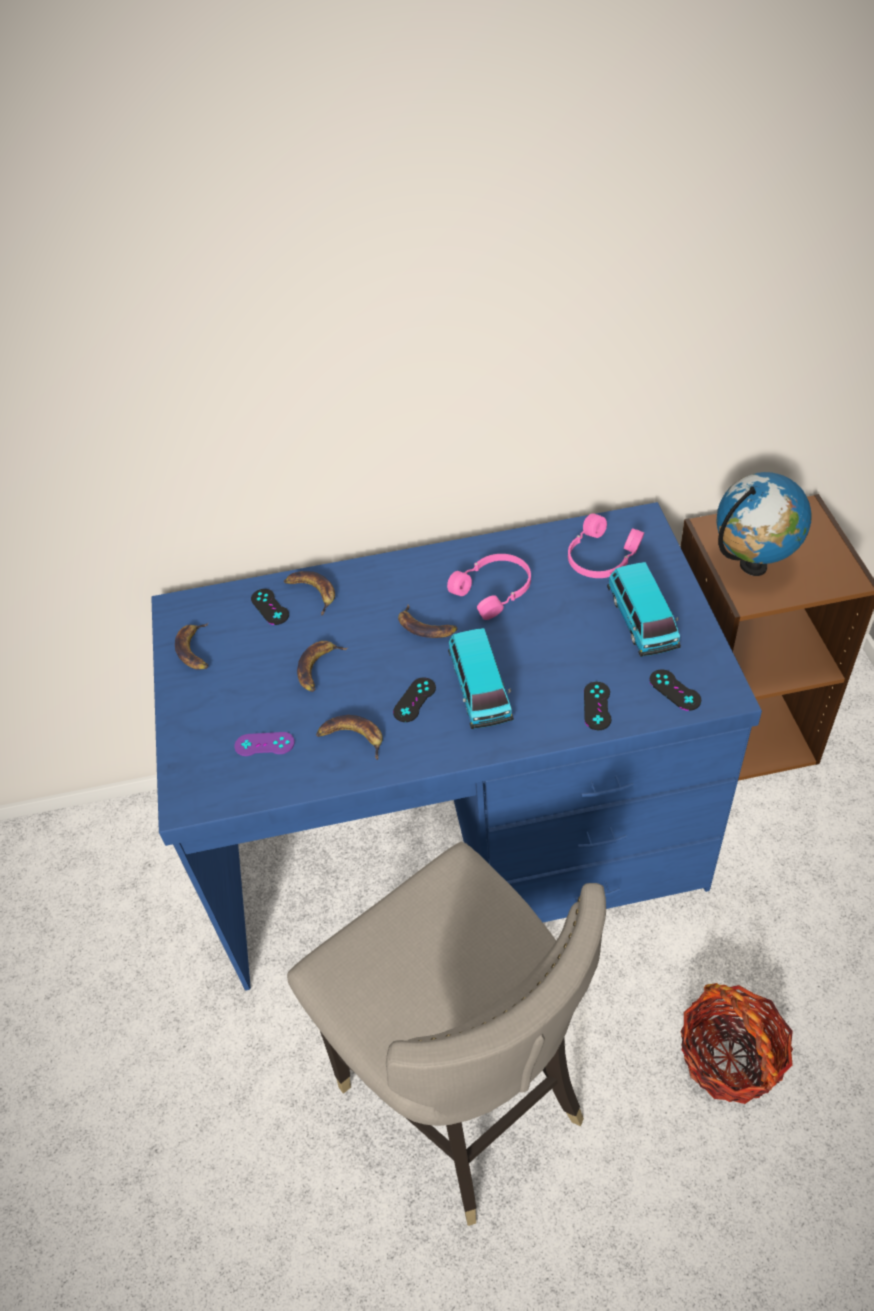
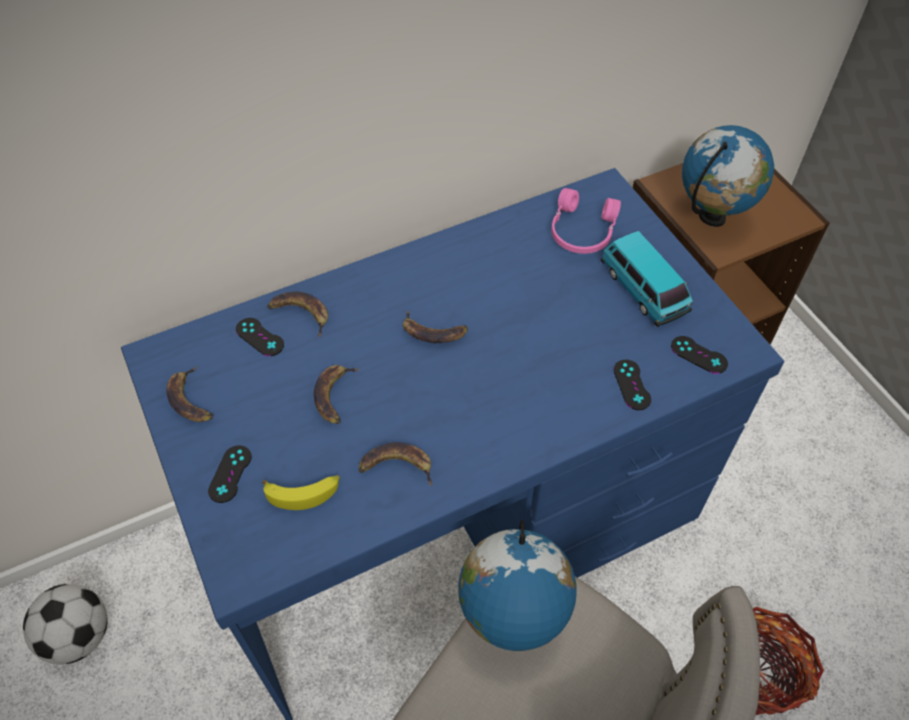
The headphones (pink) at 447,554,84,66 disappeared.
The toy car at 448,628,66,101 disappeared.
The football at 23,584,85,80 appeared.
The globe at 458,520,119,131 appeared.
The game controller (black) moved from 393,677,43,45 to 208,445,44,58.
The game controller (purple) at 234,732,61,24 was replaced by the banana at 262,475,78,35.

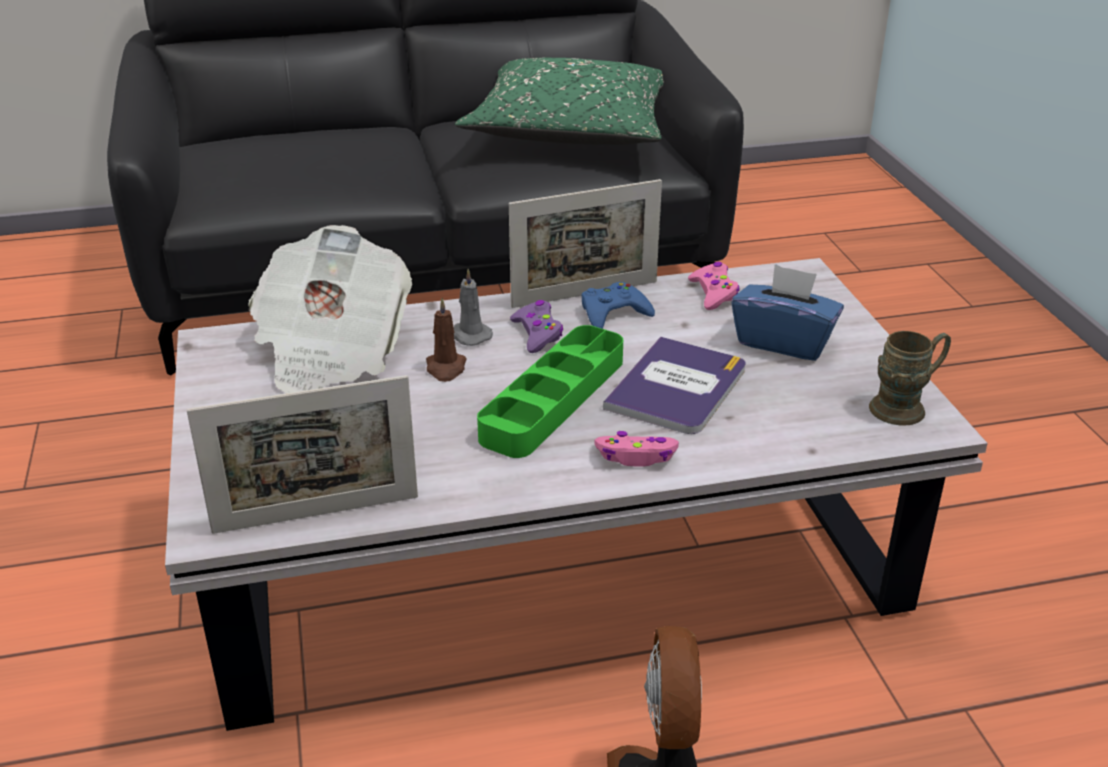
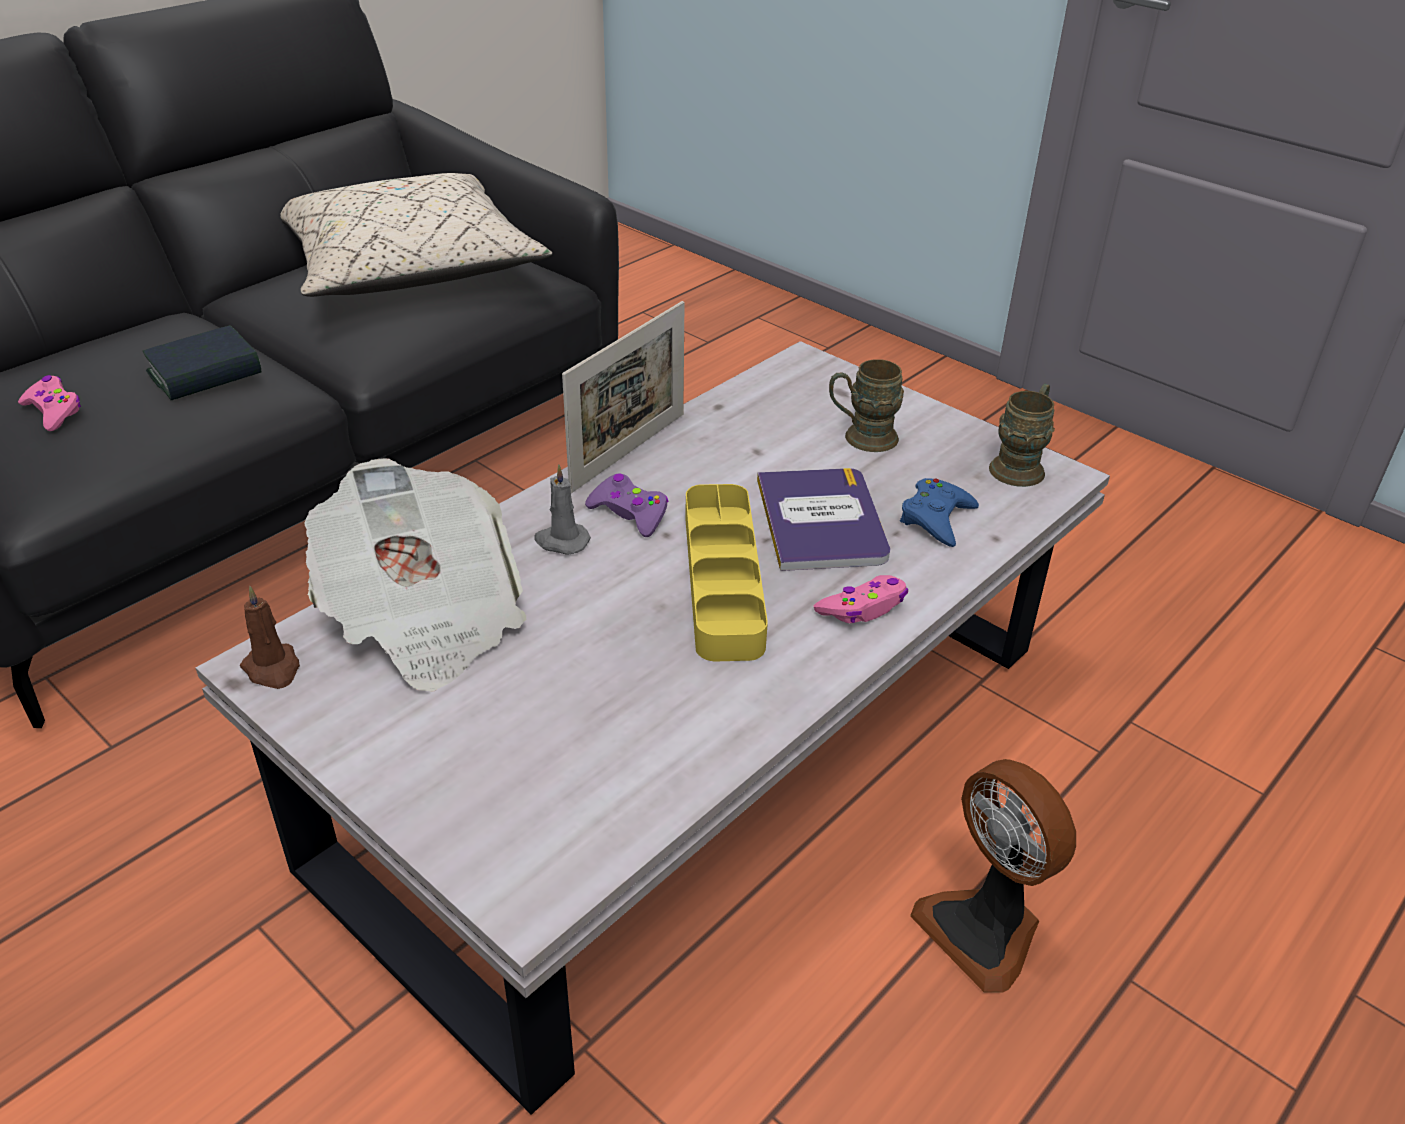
The picture frame at 187,375,231,159 disappeared.
The book at 143,325,118,75 appeared.
The candle (brown) moved from 426,298,41,84 to 240,586,60,103.
The game controller (blue) moved from 582,282,73,47 to 900,478,79,69.
The game controller (pink) moved from 688,262,52,48 to 18,375,63,56.
The tissue box (blue) at 731,264,113,97 was replaced by the mug (brown) at 829,359,75,93.
The pillow (green) at 455,58,208,87 became the pillow (beige) at 280,173,272,124.
The tray (green) at 477,325,146,133 became the tray (yellow) at 685,484,83,177.

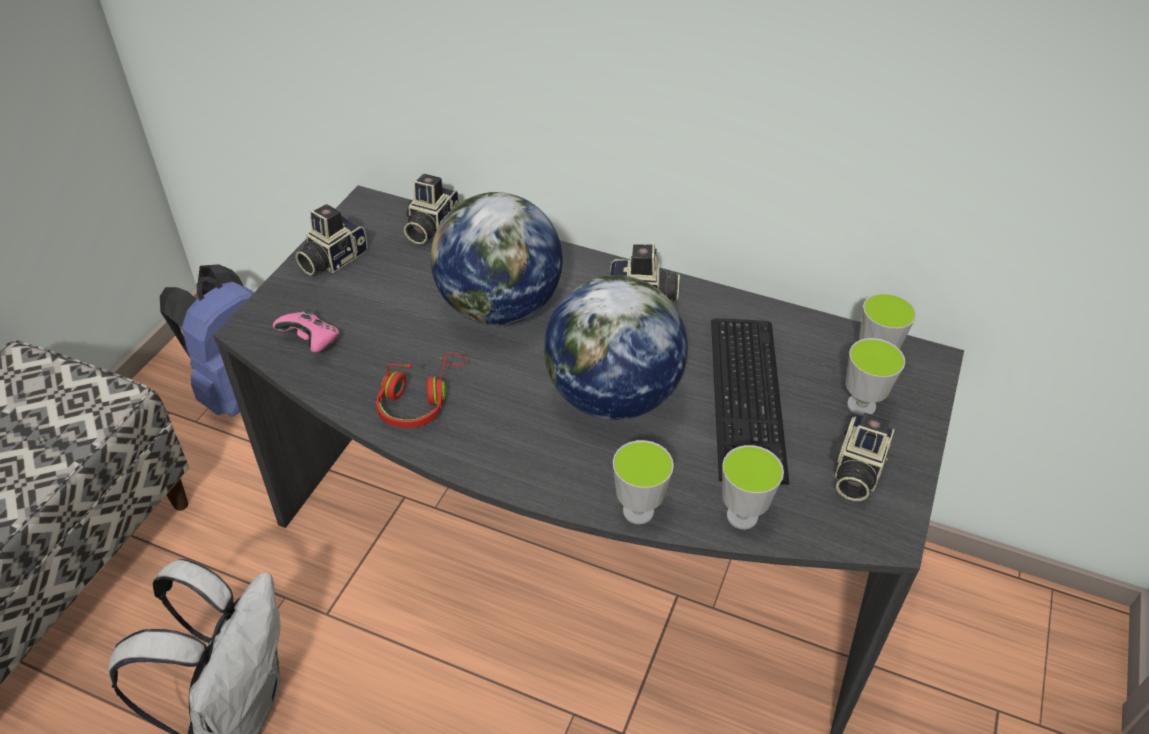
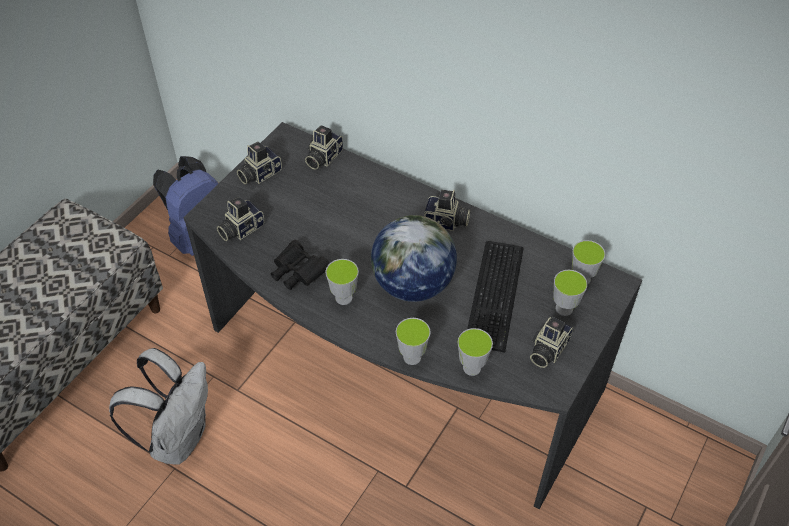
The globe at 431,192,132,134 disappeared.
The cup at 325,259,34,46 appeared.
The game controller (pink) at 273,309,67,44 was replaced by the photo camera at 217,196,47,45.
The headphones (red) at 376,352,89,76 was replaced by the binoculars (black) at 271,240,59,50.

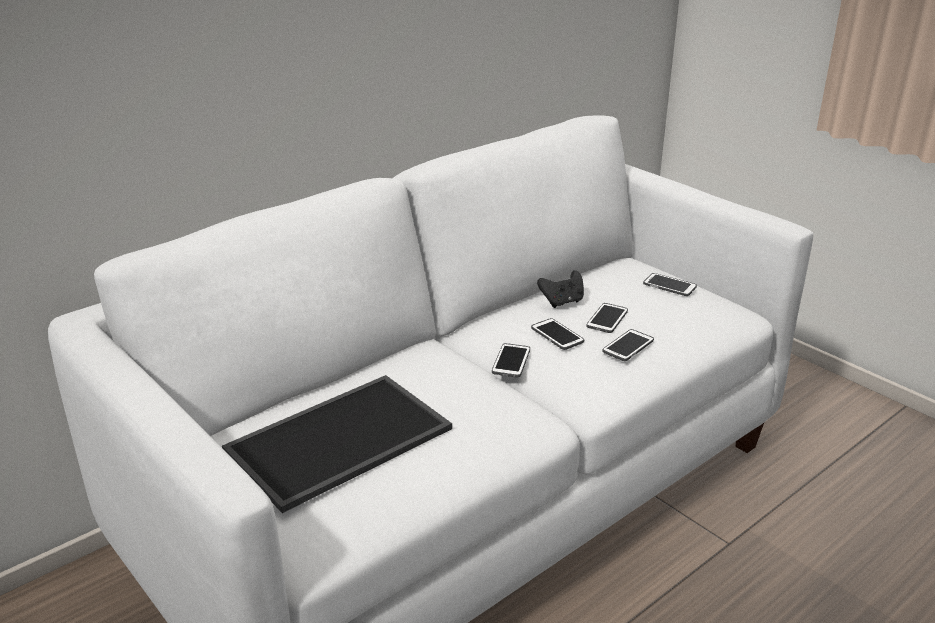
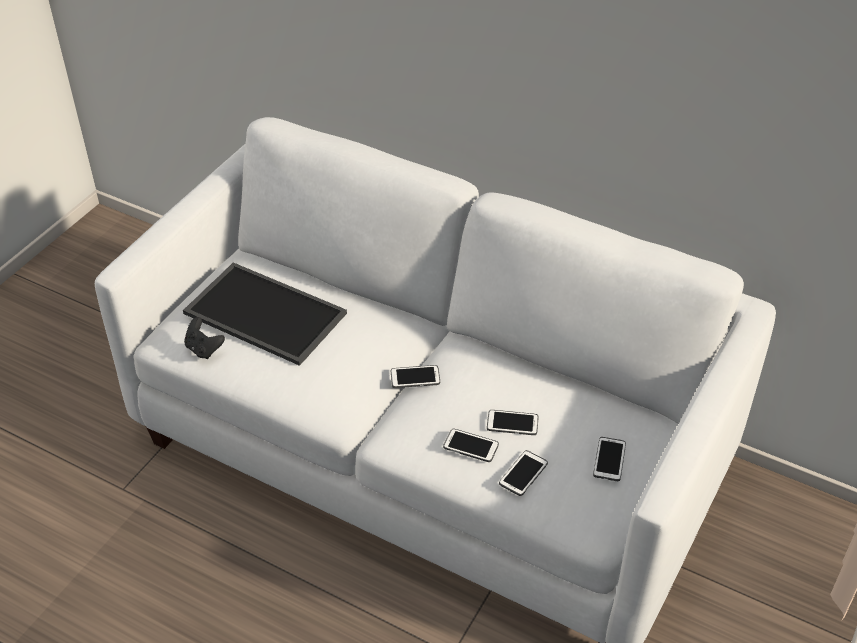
The phone moved from 531,318,53,32 to 499,450,49,46.
The game controller (black) moved from 537,270,47,38 to 184,317,41,42.

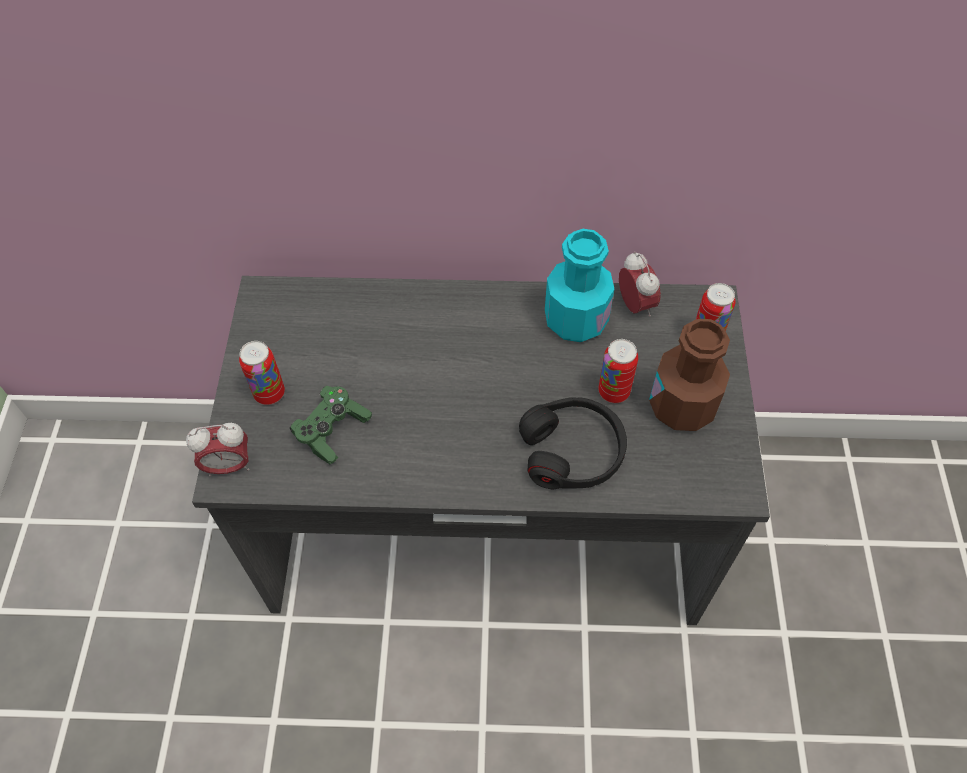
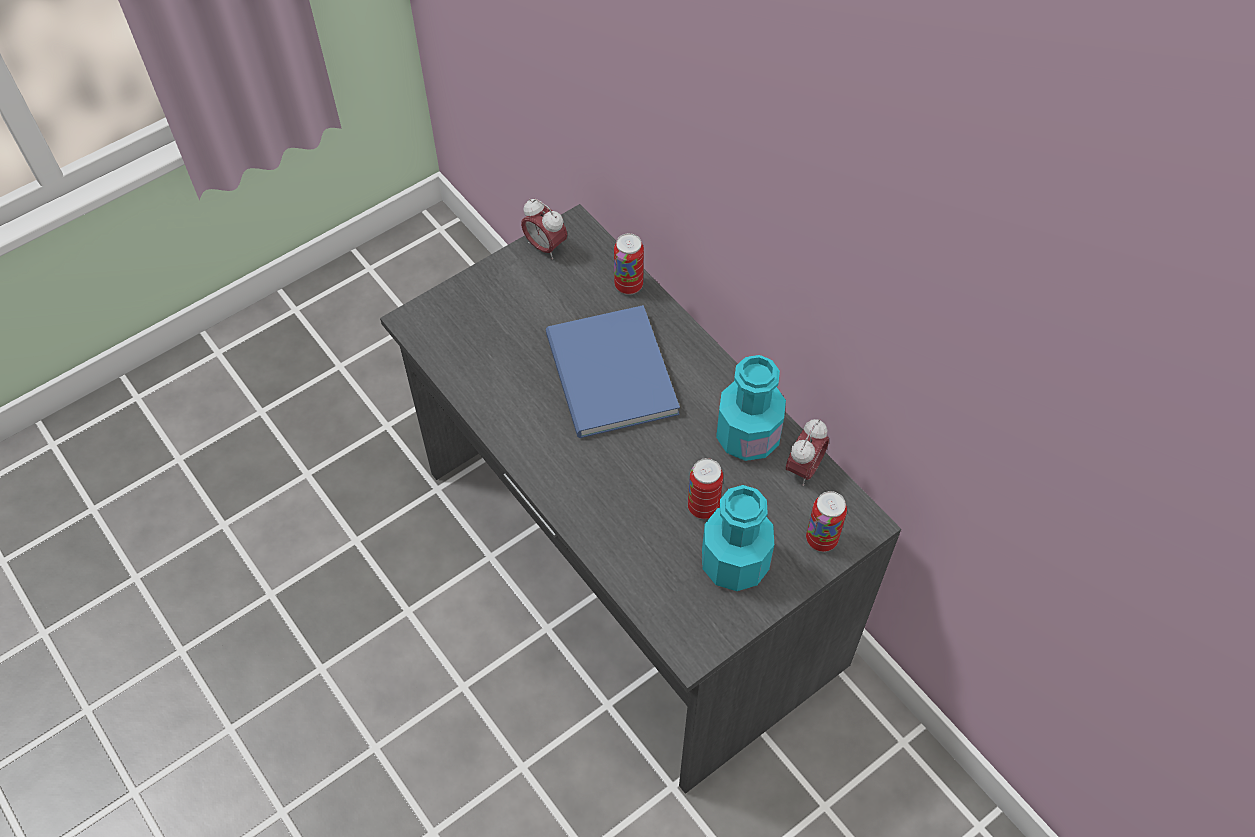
The game controller (green) at 290,386,82,78 disappeared.
The headphones (black) at 519,397,108,92 disappeared.
The book (blue) at 546,305,134,133 appeared.
The alarm clock moved from 186,423,63,54 to 521,199,46,61.
The can moved from 239,341,46,64 to 614,233,30,62.
The bottle (brown) at 649,319,81,112 became the bottle (turquoise) at 702,485,72,106.

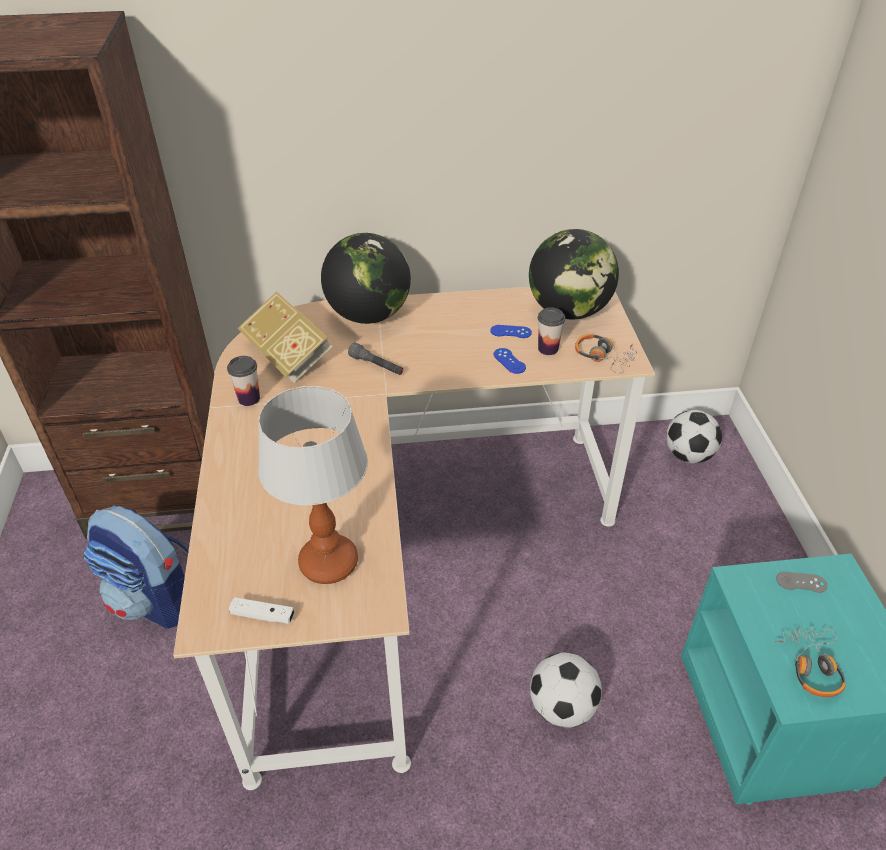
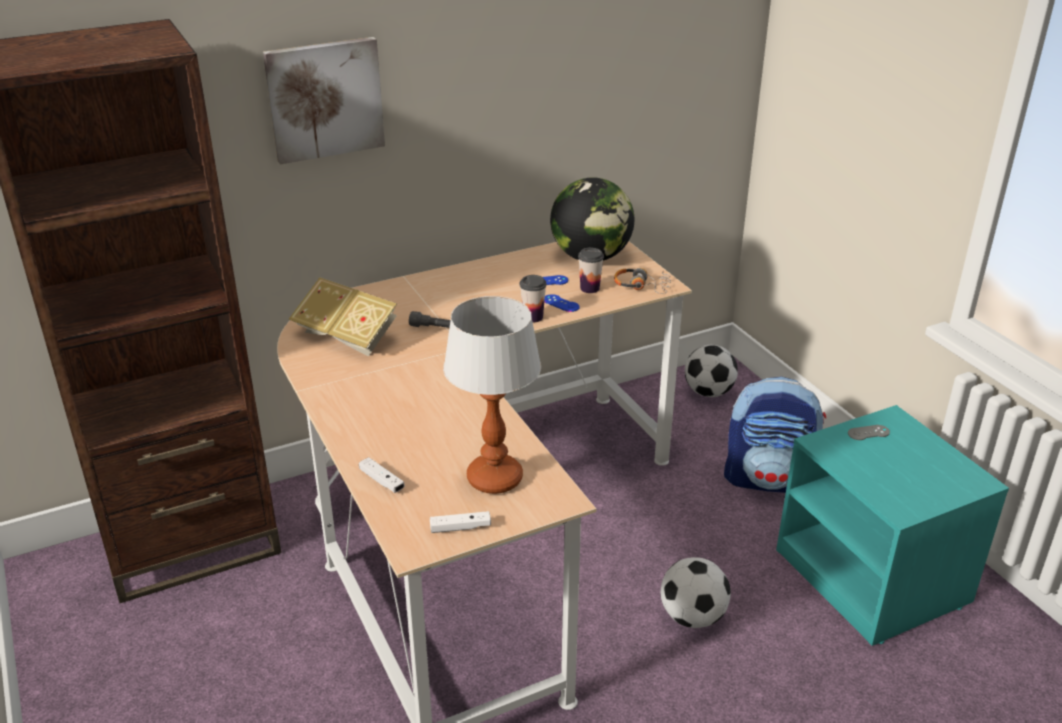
The globe at 321,233,90,91 disappeared.
The headphones at 775,627,71,70 disappeared.
The picture at 263,37,122,128 appeared.
The game controller (white) at 359,457,46,36 appeared.
The backpack moved from 84,505,105,124 to 724,377,102,116.
The cup moved from 227,356,33,50 to 520,275,27,48.

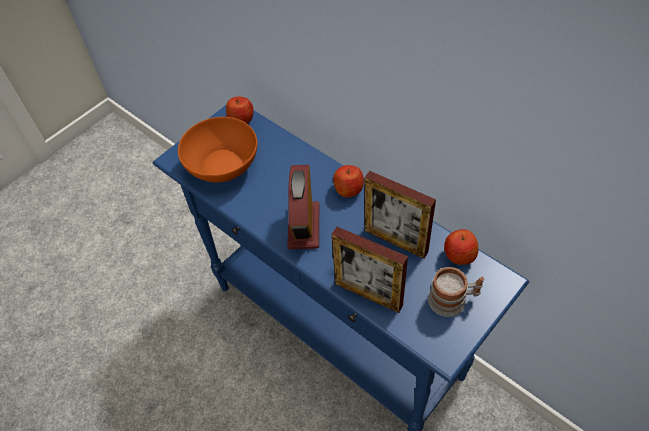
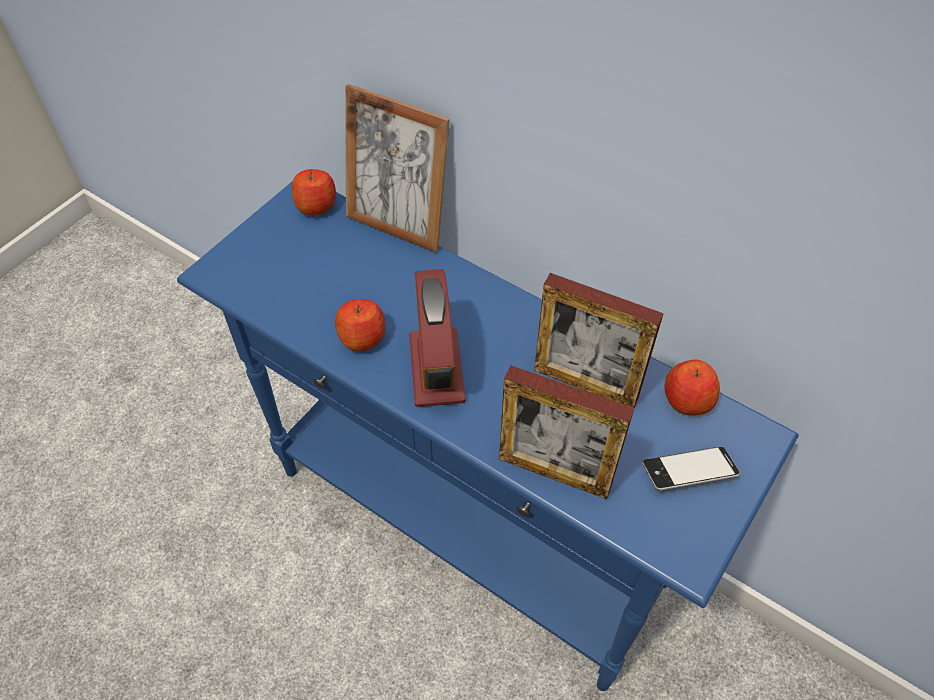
The bowl (orange) at 178,117,79,66 disappeared.
The picture frame at 345,84,105,169 appeared.
The apple moved from 333,165,31,32 to 335,299,50,53.
The mug at 428,267,56,50 was replaced by the phone at 643,446,97,45.

